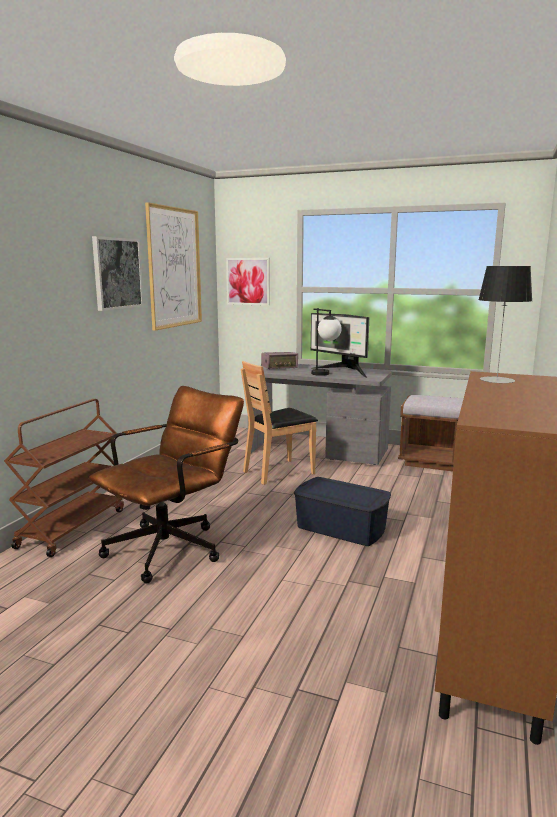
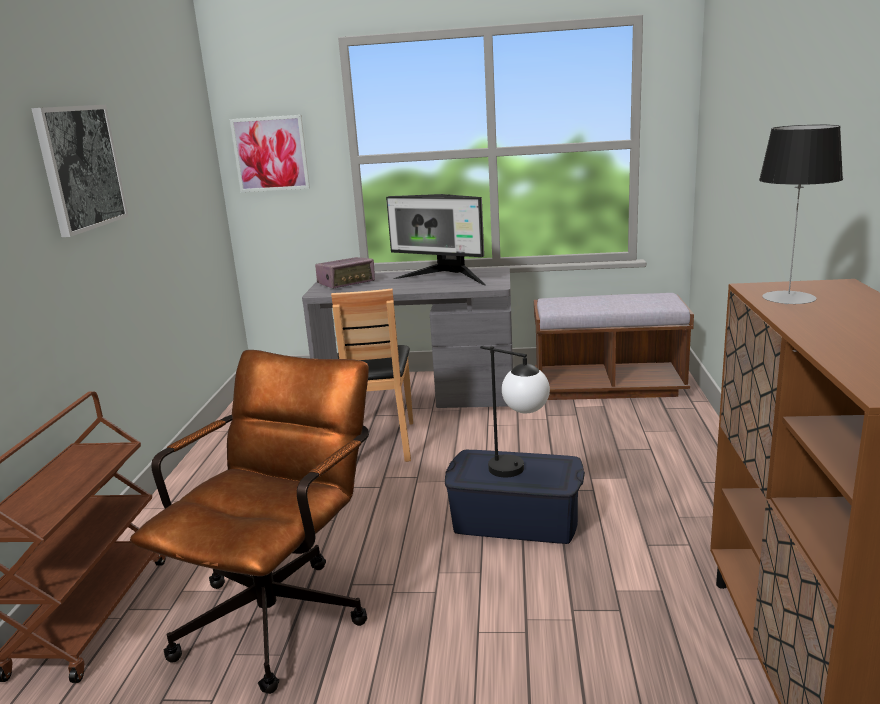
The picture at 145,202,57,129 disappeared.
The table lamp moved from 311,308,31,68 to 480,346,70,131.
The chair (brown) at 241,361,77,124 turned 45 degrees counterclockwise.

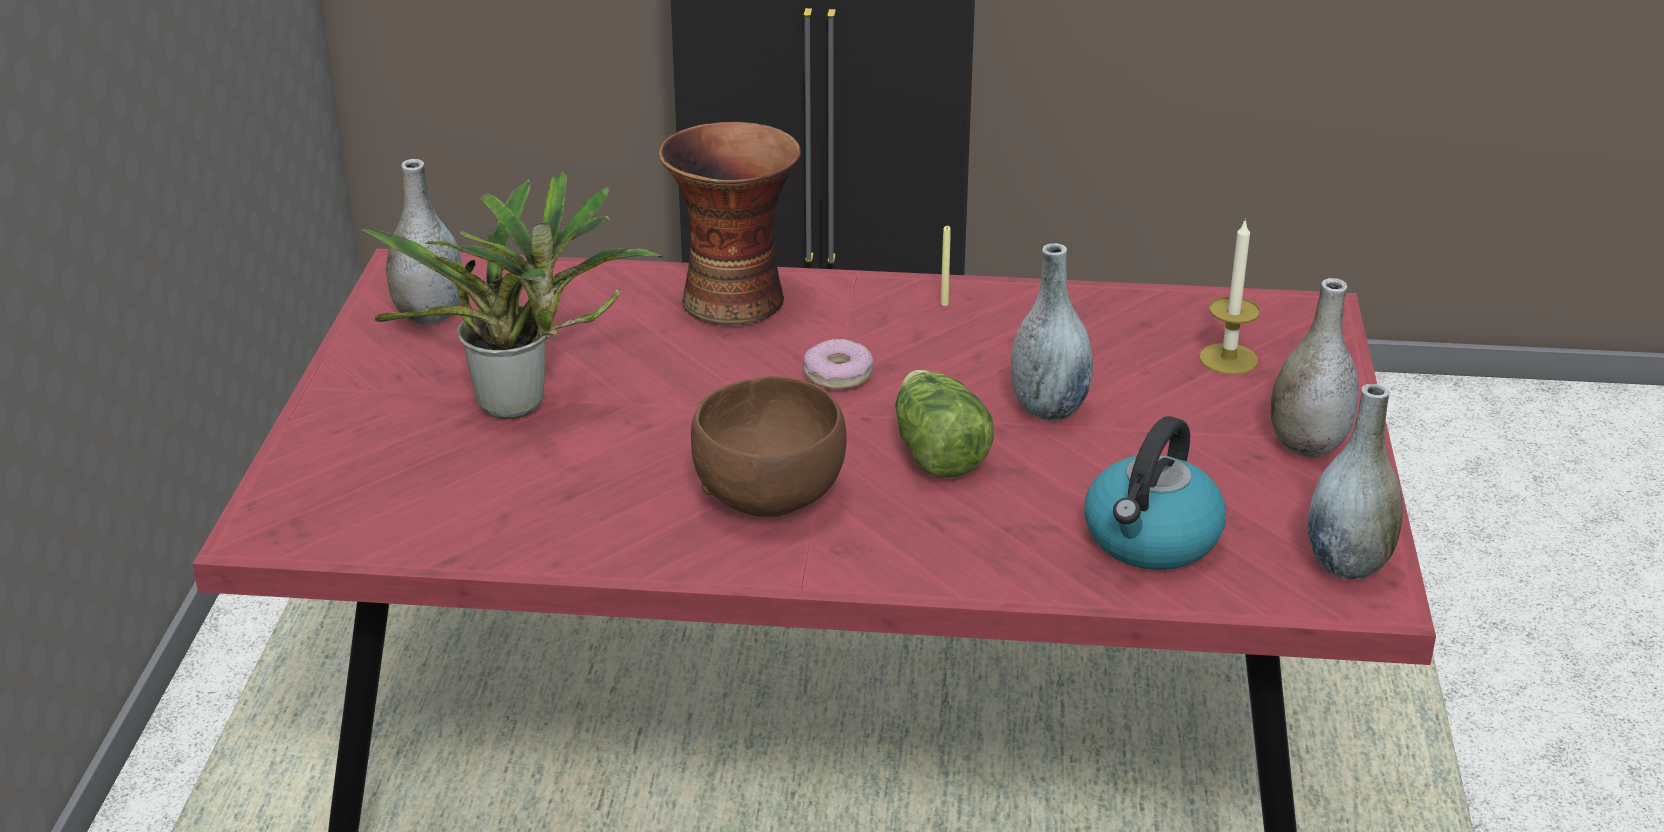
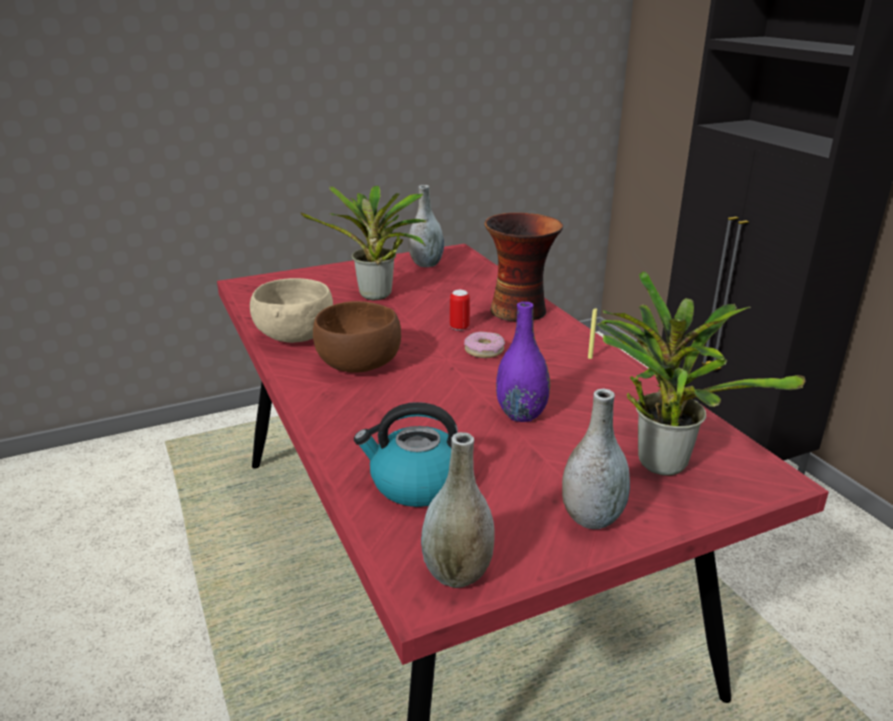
The lettuce at 895,370,99,108 disappeared.
The bowl (beige) at 250,278,83,65 appeared.
The can at 450,290,20,41 appeared.
The candle at 1199,218,61,157 was replaced by the potted plant at 596,271,210,205.
The vase (grey) at 1011,243,82,178 became the vase (purple) at 496,302,54,120.

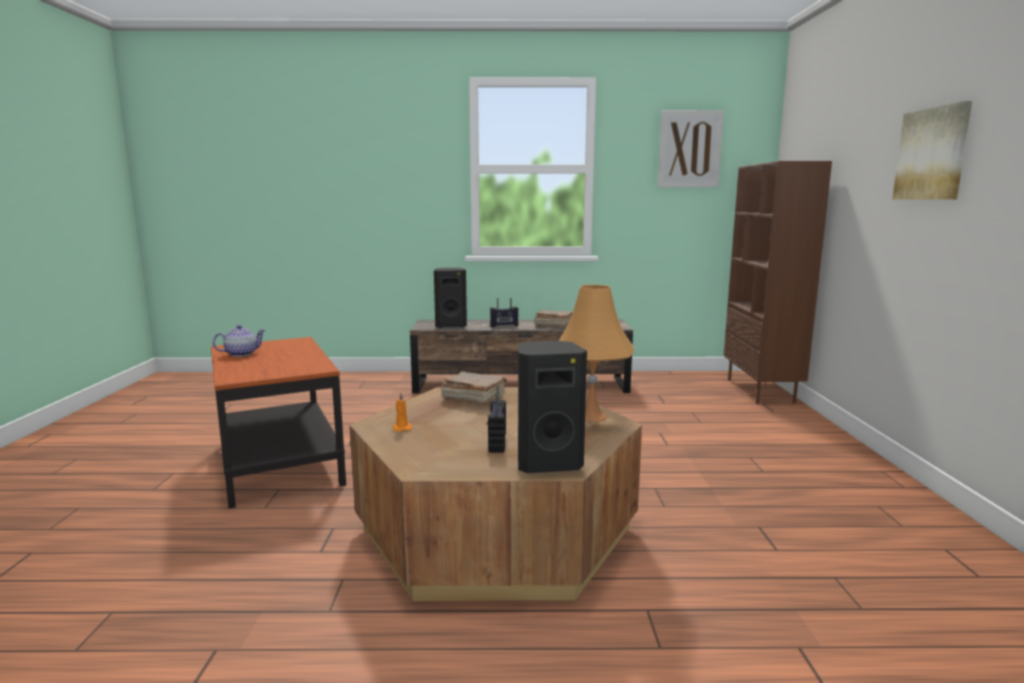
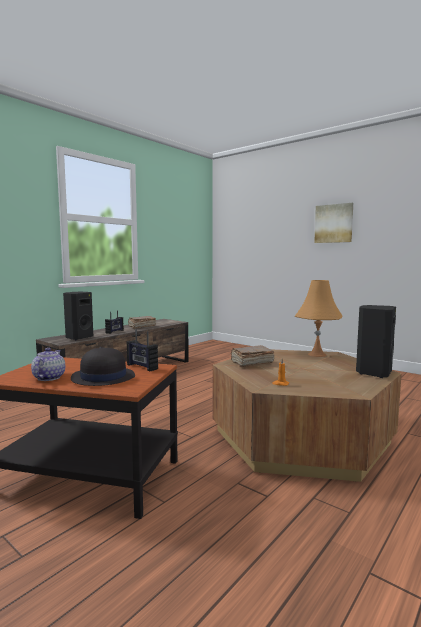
The picture at 658,110,66,77 disappeared.
The bookcase (brown) at 724,161,108,243 disappeared.
The hat (black) at 71,347,64,39 appeared.
The radio moved from 487,386,19,67 to 126,329,32,42.

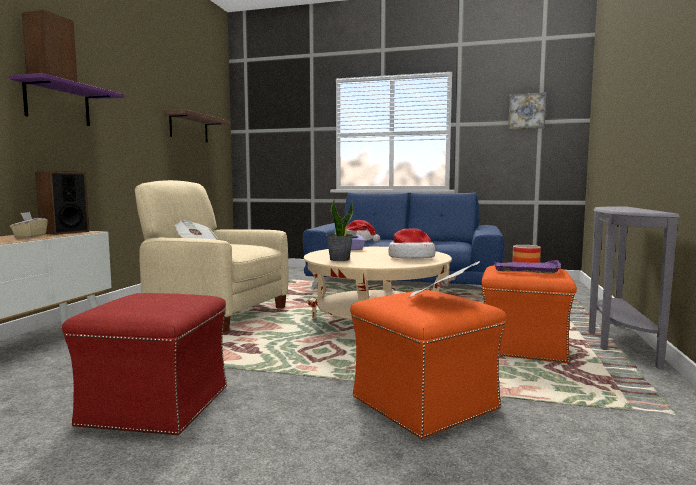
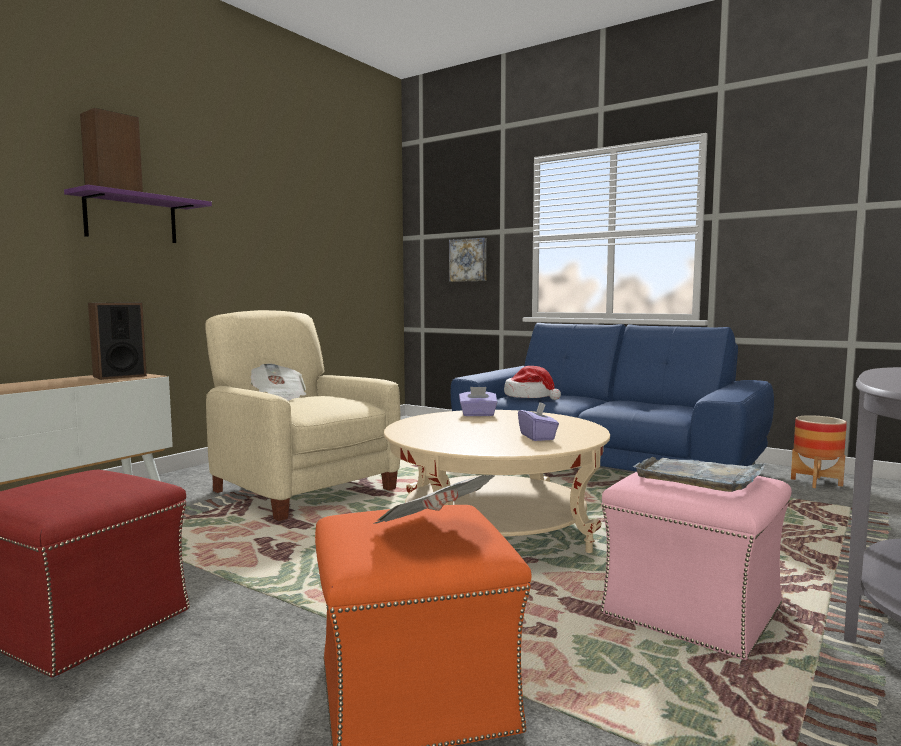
The tissue box (beige) at 10,212,38,26 disappeared.
The shelf at 163,109,66,34 disappeared.
The potted plant at 326,200,27,61 disappeared.
The picture moved from 508,92,38,37 to 449,238,37,44.
The hat at 388,228,47,31 was replaced by the tissue box (purple) at 518,402,41,39.
The ottoman (orange) at 481,265,96,98 became the ottoman (pink) at 601,472,191,188.
The tray (purple) at 494,260,67,13 became the tray (grey) at 633,457,135,35.

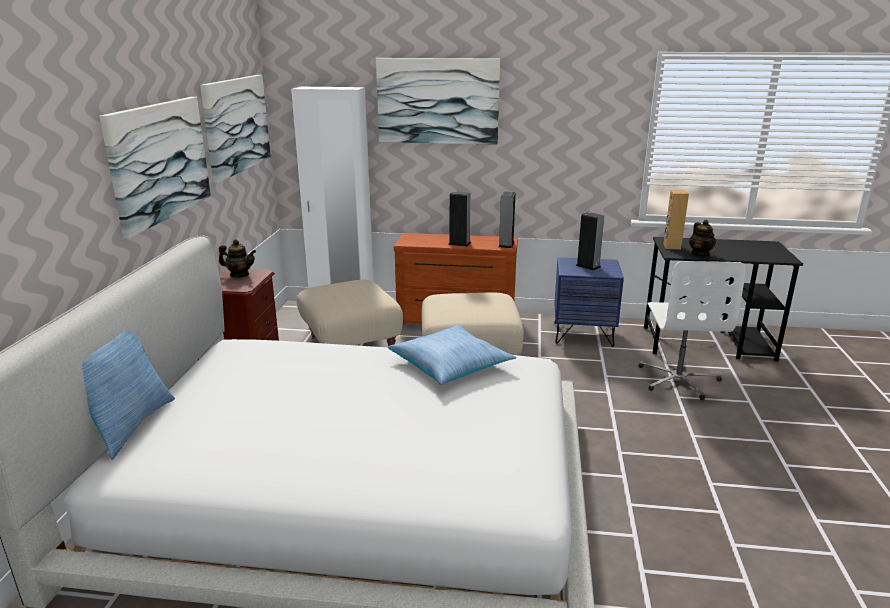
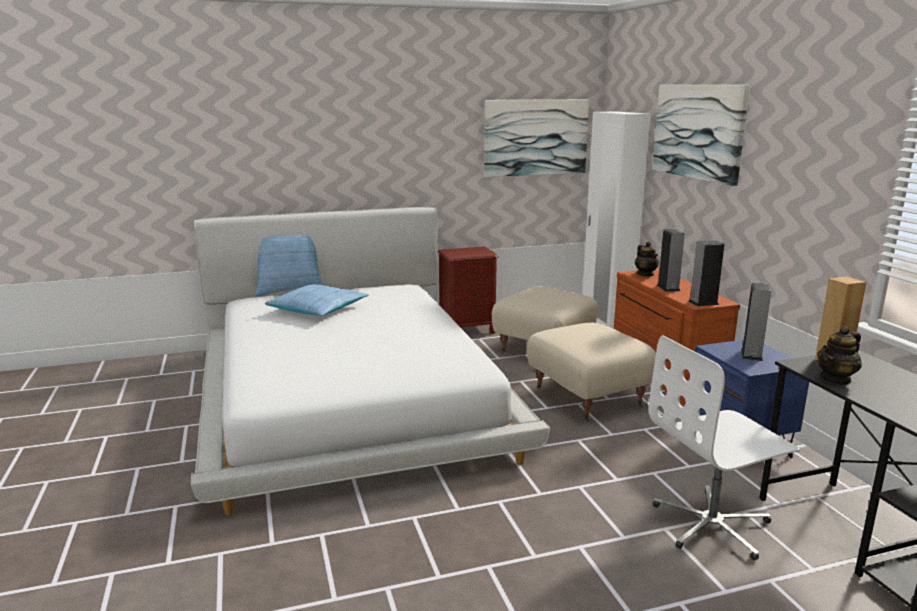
The picture at 99,97,112,141 disappeared.
The teapot moved from 219,239,37,39 to 635,241,24,35.
The pillow moved from 388,325,129,60 to 265,284,104,32.

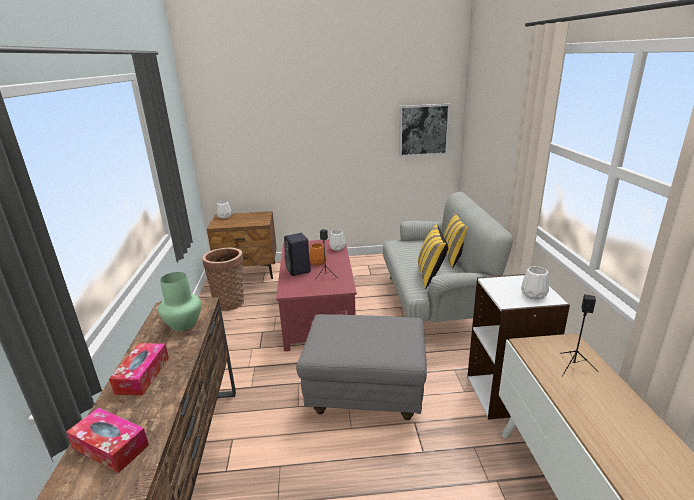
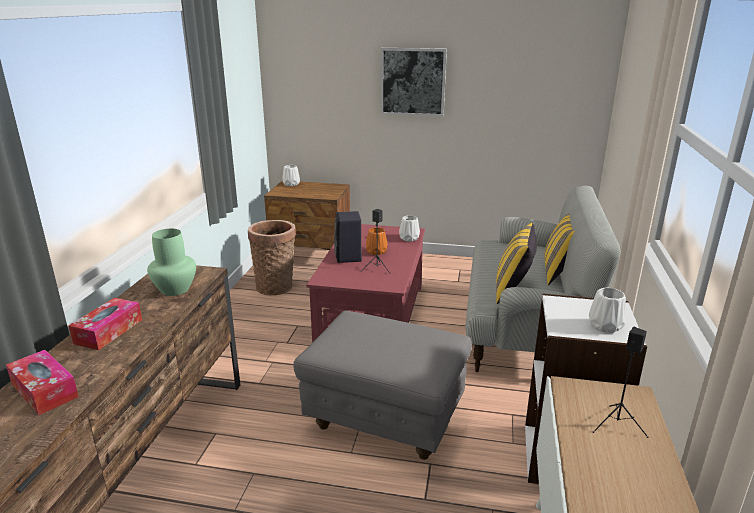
The picture moved from 399,104,51,53 to 381,48,66,68.

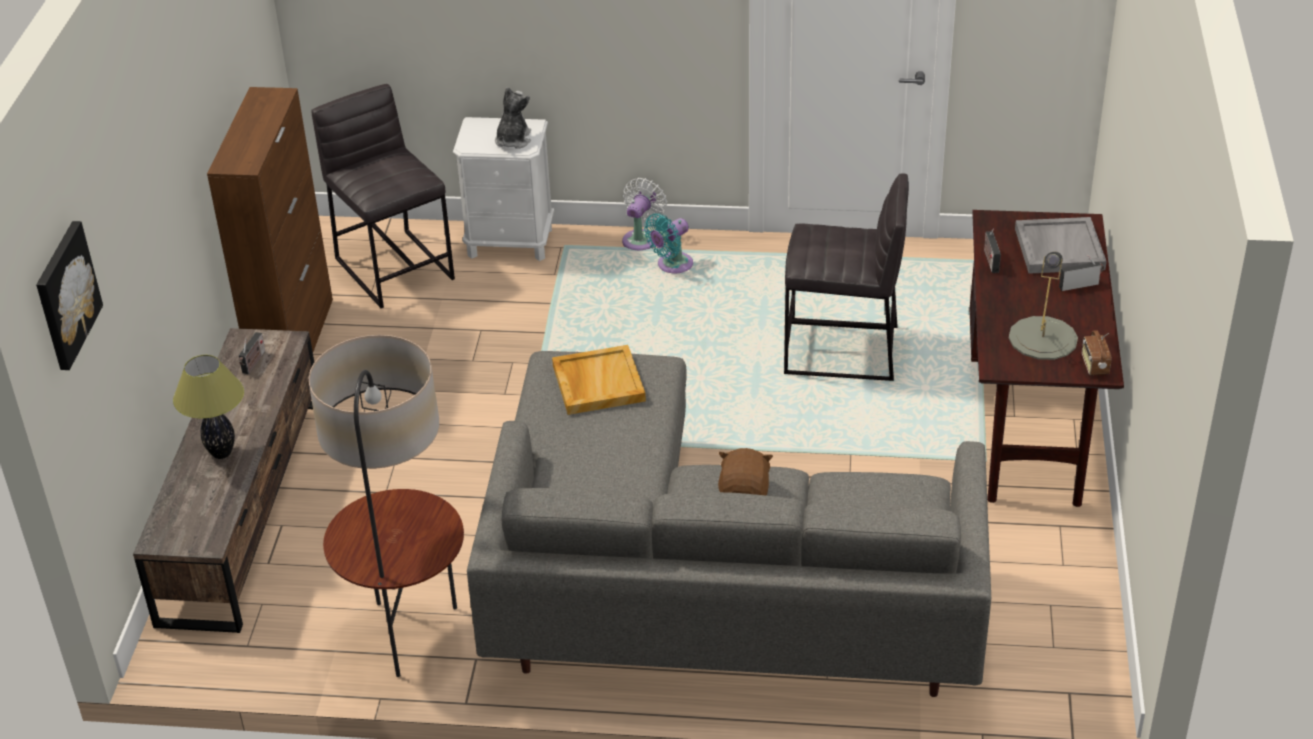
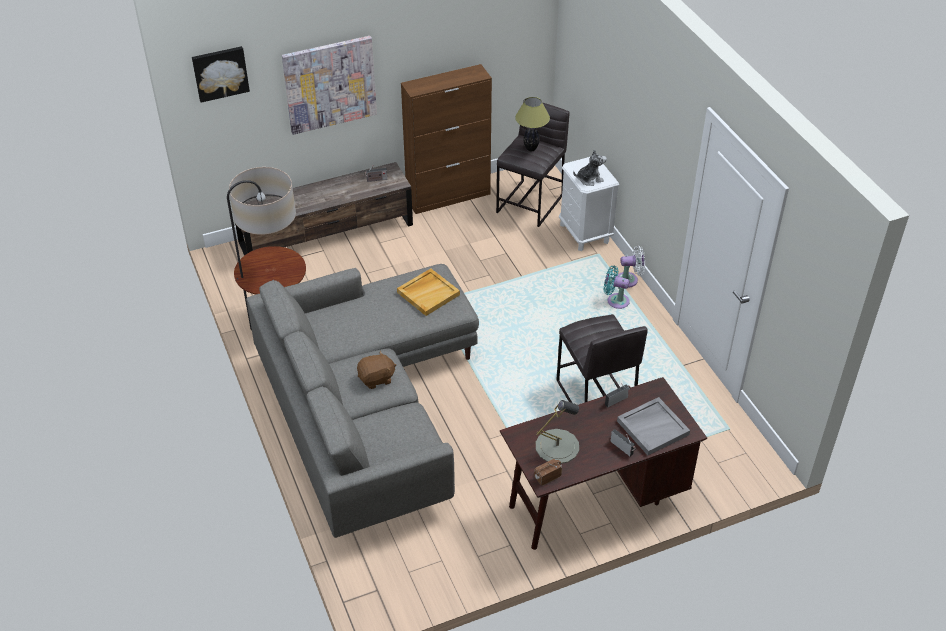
The picture at 282,36,95,99 appeared.
The table lamp moved from 173,355,71,104 to 515,97,35,54.

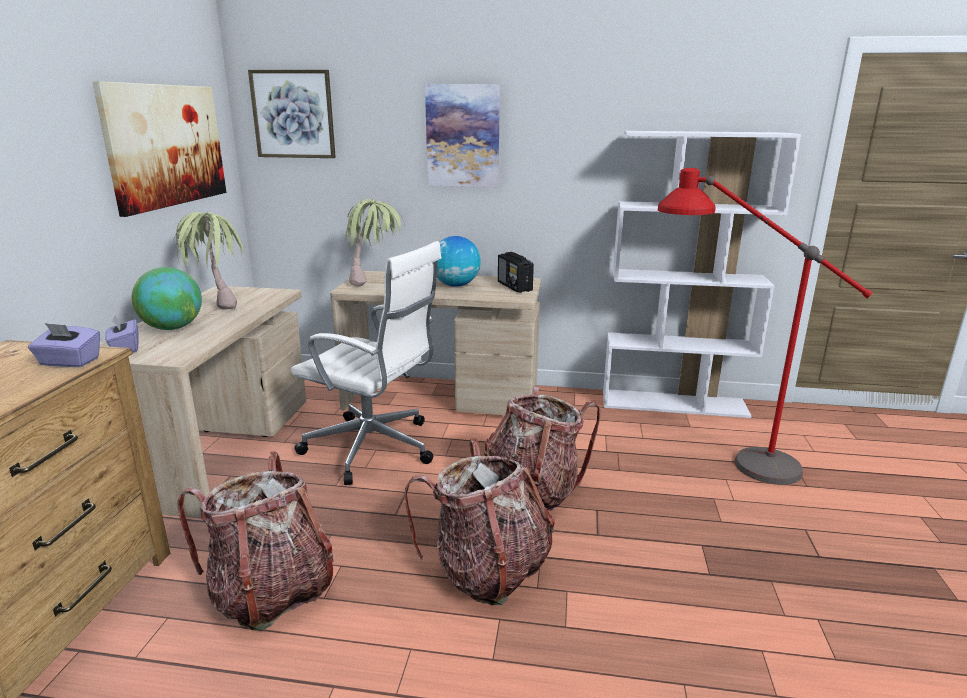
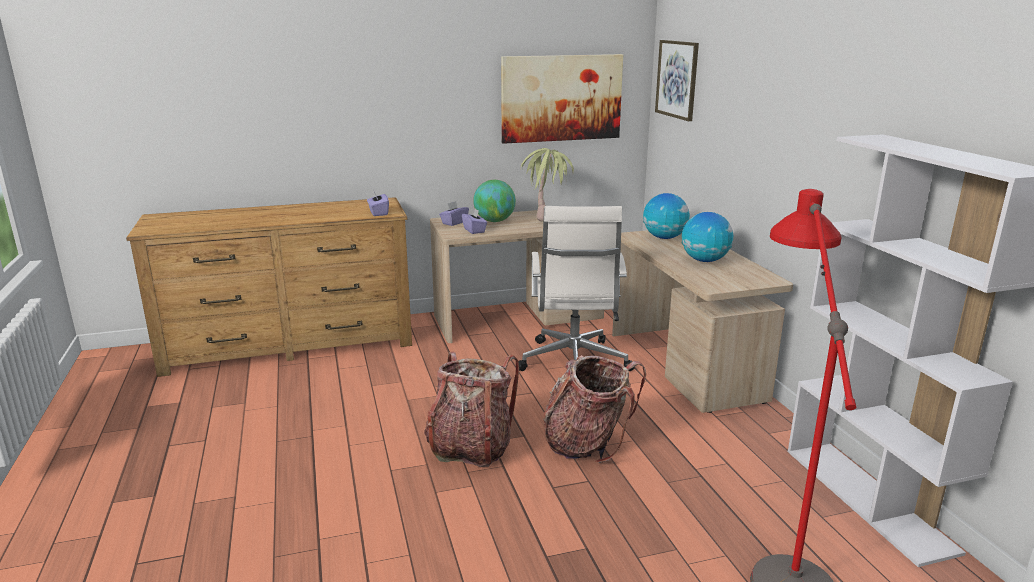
The backpack at 177,452,157,179 disappeared.
The picture at 425,84,75,103 disappeared.
The radio at 498,252,36,41 disappeared.
The tissue box (purple) at 462,208,25,26 appeared.
The potted plant at 345,199,57,88 was replaced by the globe at 643,193,47,46.

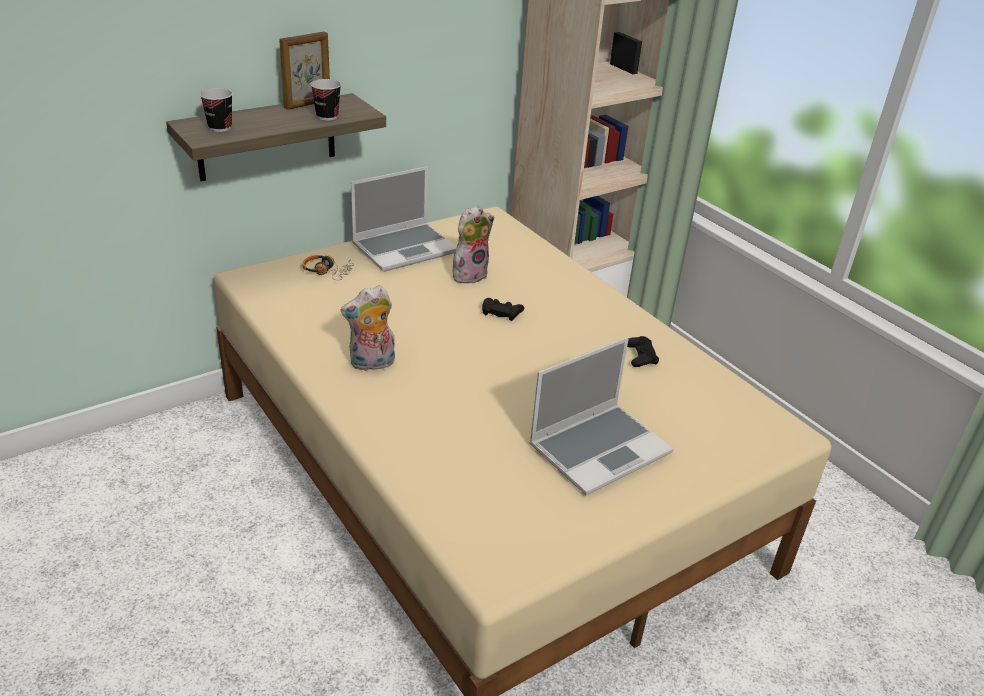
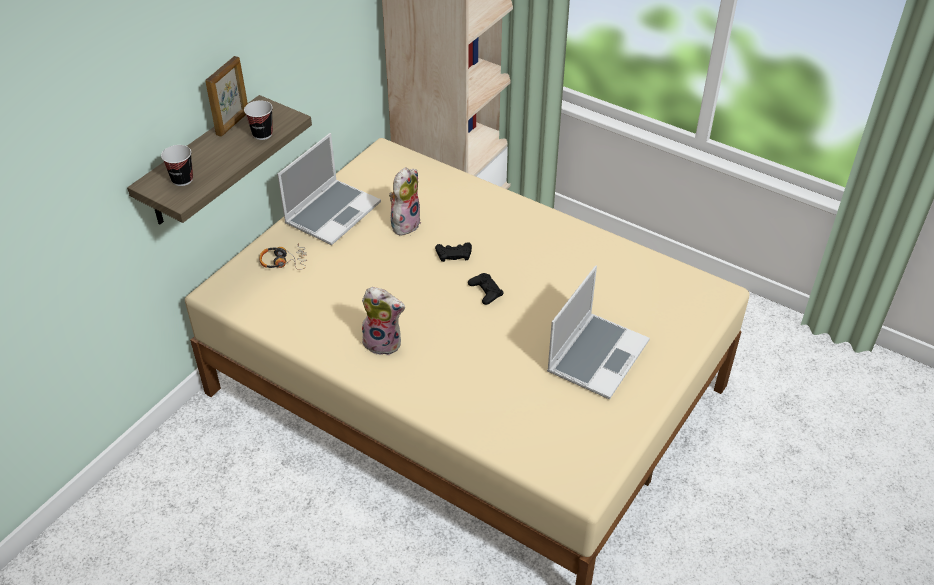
The game controller (black) moved from 627,336,32,31 to 468,273,36,32.
The plush toy at 340,285,55,86 turned 120 degrees counterclockwise.

